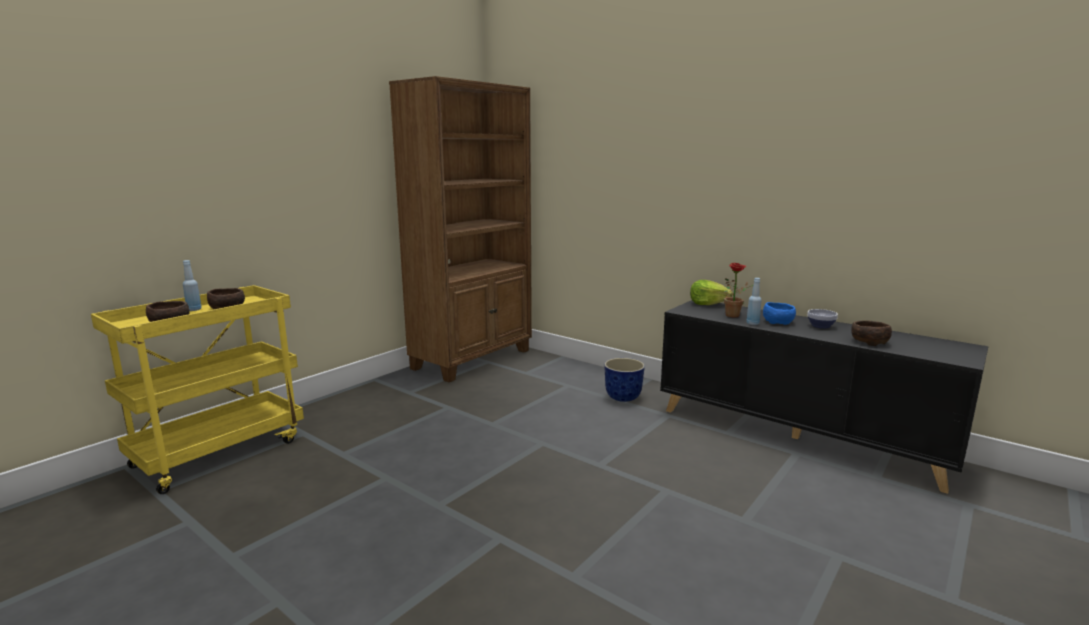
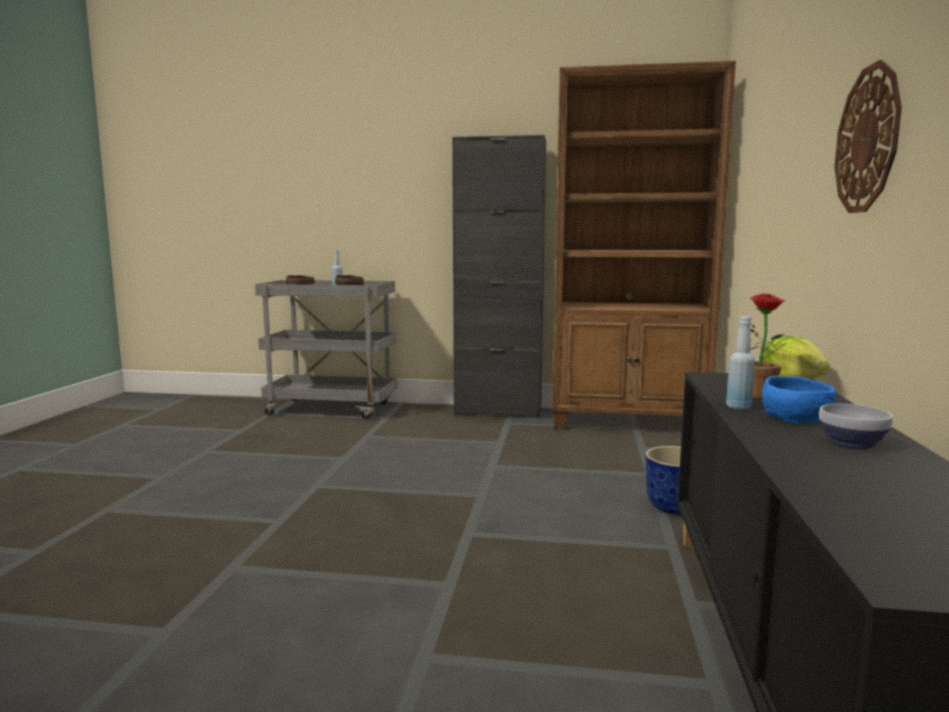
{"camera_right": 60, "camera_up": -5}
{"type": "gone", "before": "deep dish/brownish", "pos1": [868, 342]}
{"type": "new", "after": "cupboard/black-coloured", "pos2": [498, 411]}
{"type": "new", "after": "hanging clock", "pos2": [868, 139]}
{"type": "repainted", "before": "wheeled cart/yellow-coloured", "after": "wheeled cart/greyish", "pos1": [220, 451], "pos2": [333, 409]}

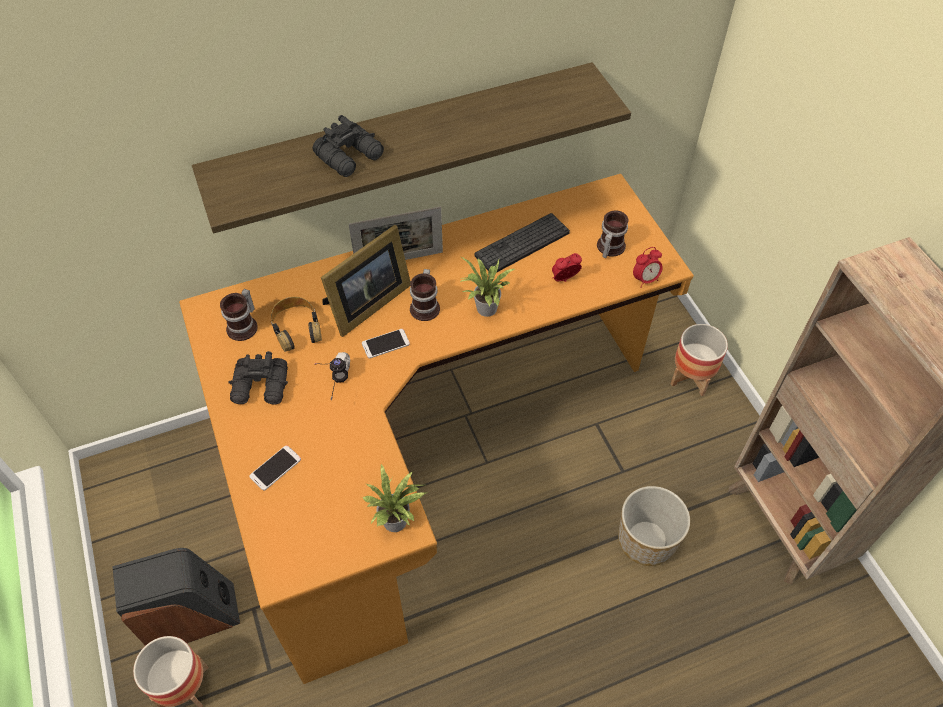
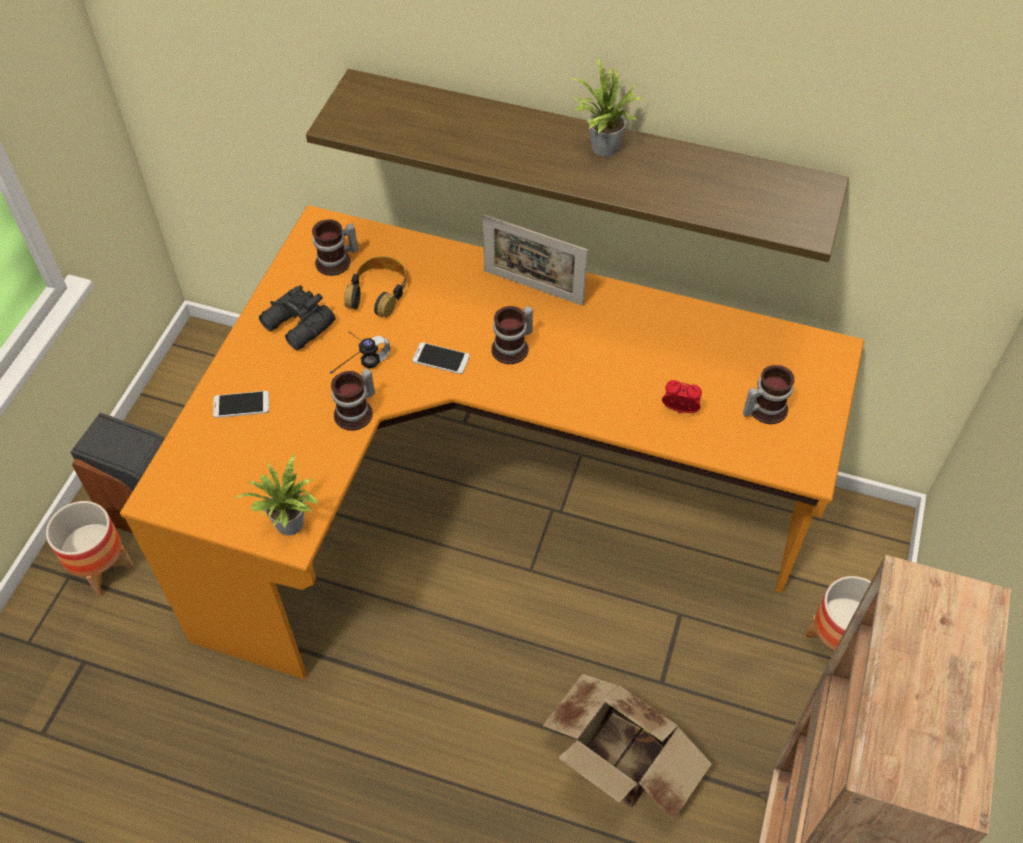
{"camera_right": 40, "camera_up": 0}
{"type": "gone", "before": "field glasses/black-coloured", "pos1": [351, 156]}
{"type": "gone", "before": "picture frame", "pos1": [366, 305]}
{"type": "gone", "before": "computer keyboard", "pos1": [522, 244]}
{"type": "gone", "before": "bedside clock", "pos1": [645, 280]}
{"type": "new", "after": "coffee mug", "pos2": [357, 413]}
{"type": "shifted", "before": "houseplant", "pos1": [485, 310], "pos2": [601, 148]}
{"type": "swapped", "before": "plant pot", "after": "cardboard box", "pos1": [646, 539], "pos2": [619, 768]}

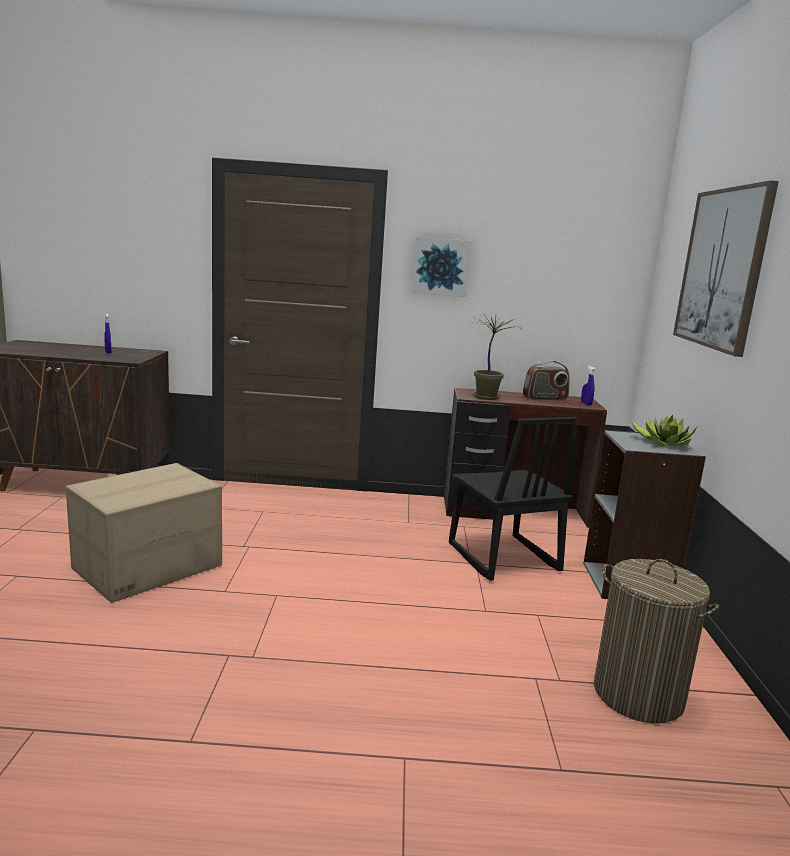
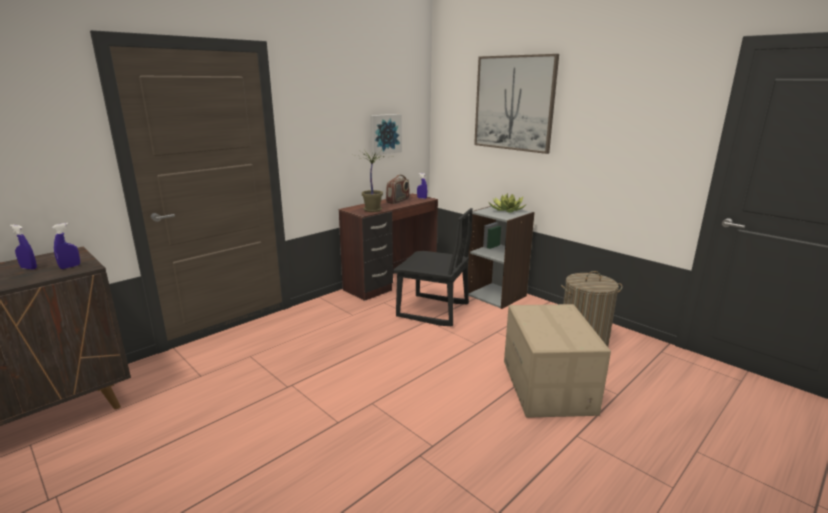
{"camera_right": -45, "camera_up": 5}
{"type": "new", "after": "hand sprayer/blue", "pos2": [70, 267]}
{"type": "shifted", "before": "cardboard box", "pos1": [148, 568], "pos2": [548, 387]}
{"type": "shifted", "before": "wall picture", "pos1": [440, 267], "pos2": [384, 134]}

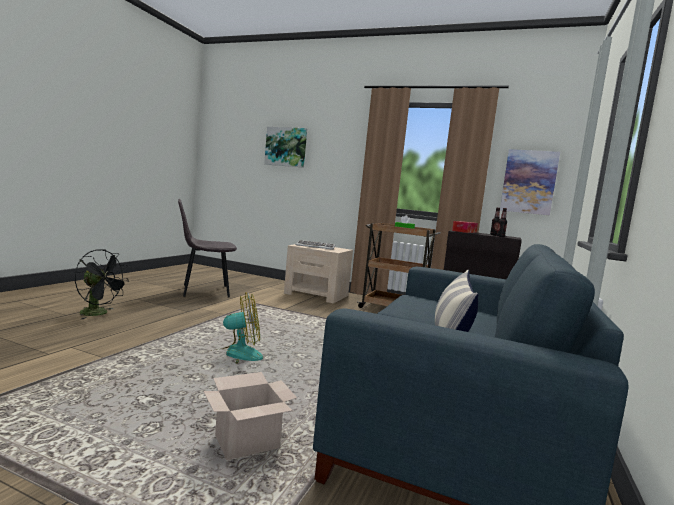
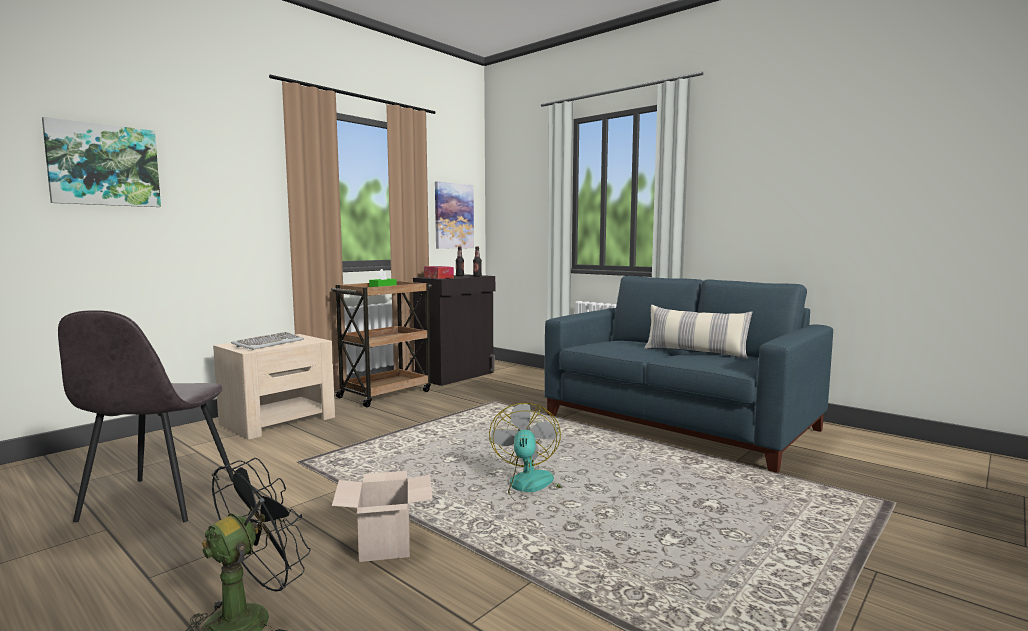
{"camera_right": -70, "camera_up": 0}
{"type": "shifted", "before": "cardboard box", "pos1": [245, 444], "pos2": [386, 544]}

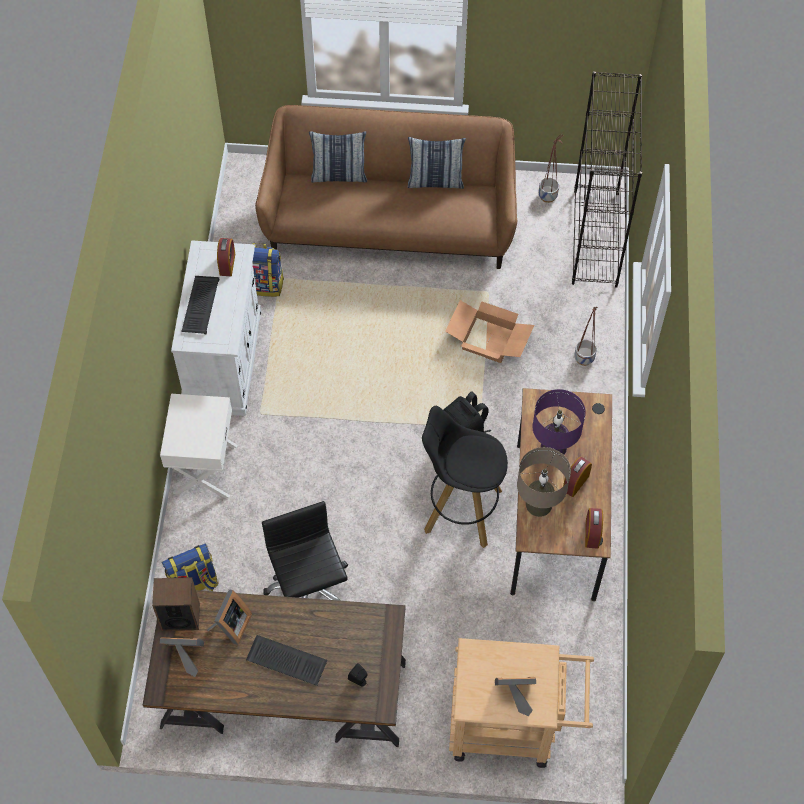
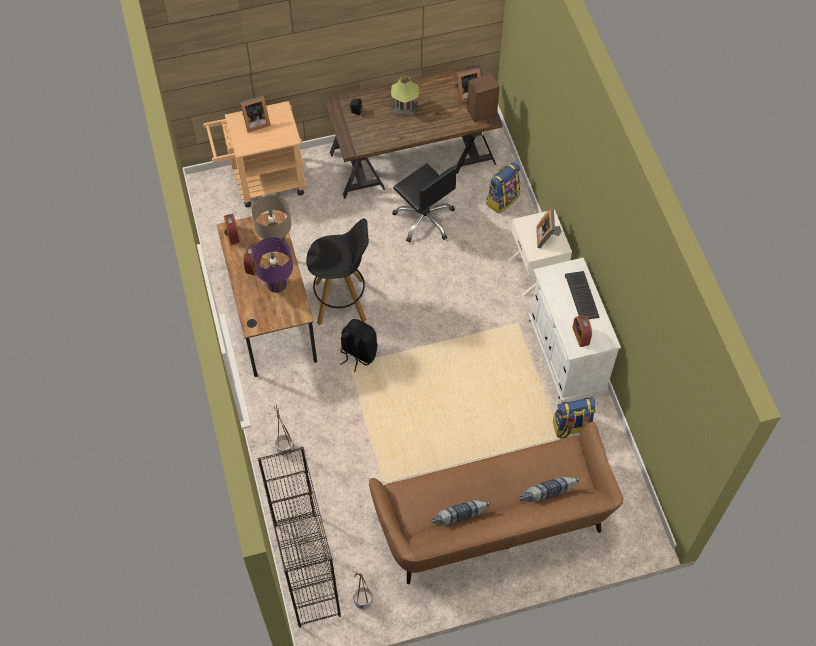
{"camera_right": 160, "camera_up": 0}
{"type": "gone", "before": "cardboard box", "pos1": [489, 340]}
{"type": "shifted", "before": "picture frame", "pos1": [231, 626], "pos2": [547, 237]}
{"type": "swapped", "before": "computer keyboard", "after": "lamp for a table", "pos1": [285, 661], "pos2": [405, 108]}

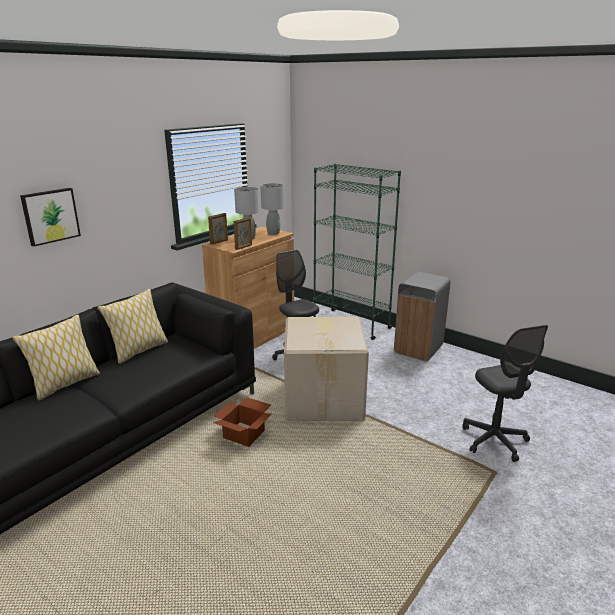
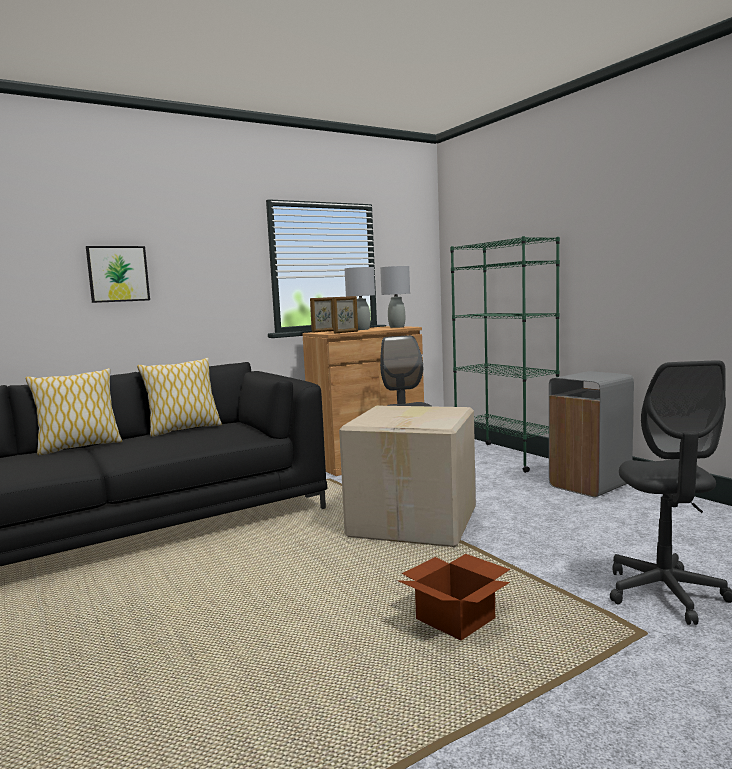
{"camera_right": 20, "camera_up": -15}
{"type": "shifted", "before": "cardboard box", "pos1": [245, 434], "pos2": [457, 619]}

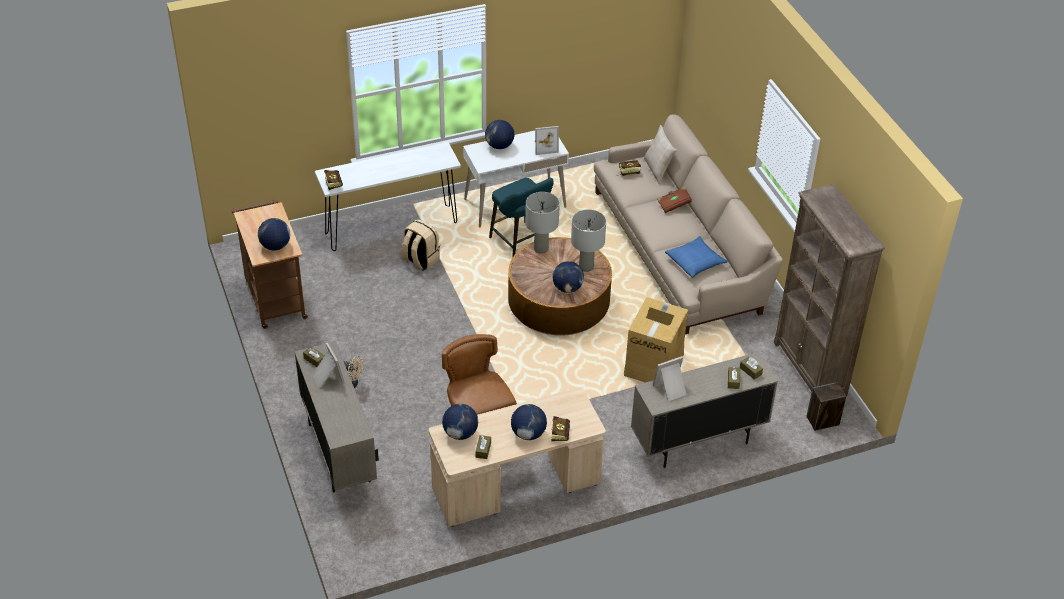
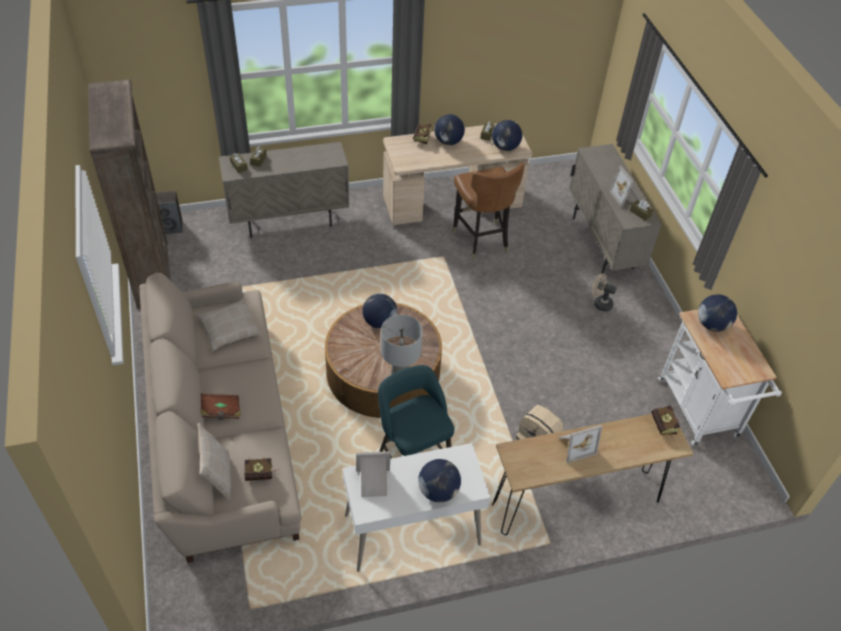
{"camera_right": -175, "camera_up": 5}
{"type": "gone", "before": "lamp for a table/greyish", "pos1": [586, 267]}
{"type": "gone", "before": "cardboard box", "pos1": [654, 364]}
{"type": "shifted", "before": "picture frame", "pos1": [671, 390], "pos2": [575, 445]}
{"type": "repainted", "before": "wheeled cart/brownish", "after": "wheeled cart/white", "pos1": [274, 296], "pos2": [700, 412]}
{"type": "repainted", "before": "narrow table/white", "after": "narrow table/brownish", "pos1": [391, 228], "pos2": [576, 502]}
{"type": "repainted", "before": "pillow/blue", "after": "pillow/beige-coloured", "pos1": [695, 262], "pos2": [229, 329]}

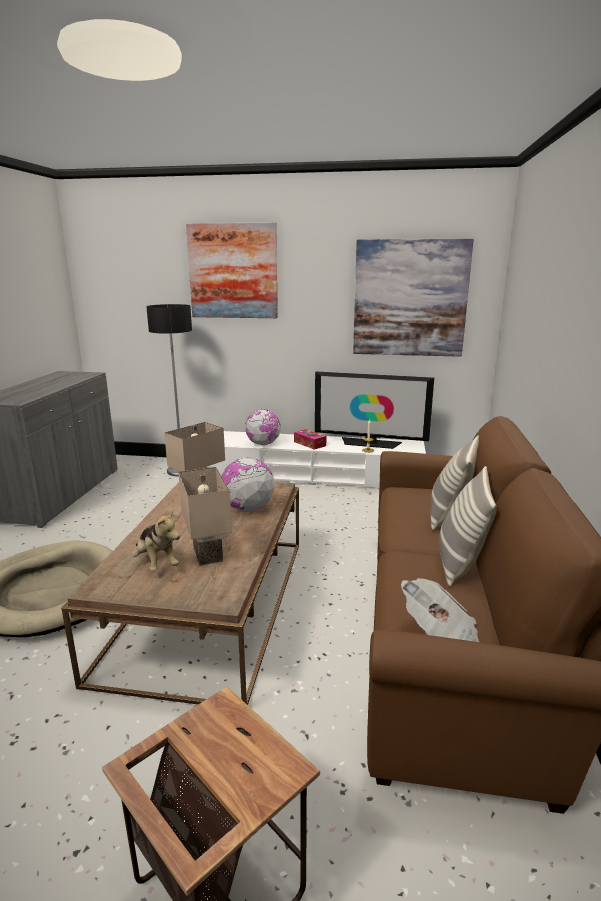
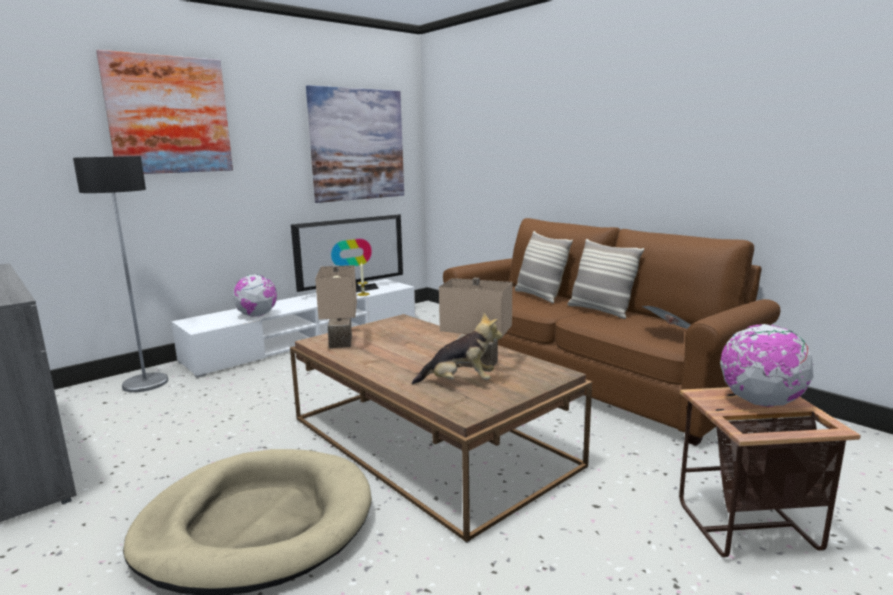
{"camera_right": -50, "camera_up": -5}
{"type": "gone", "before": "tissue holder", "pos1": [310, 444]}
{"type": "shifted", "before": "world globe", "pos1": [247, 509], "pos2": [760, 402]}

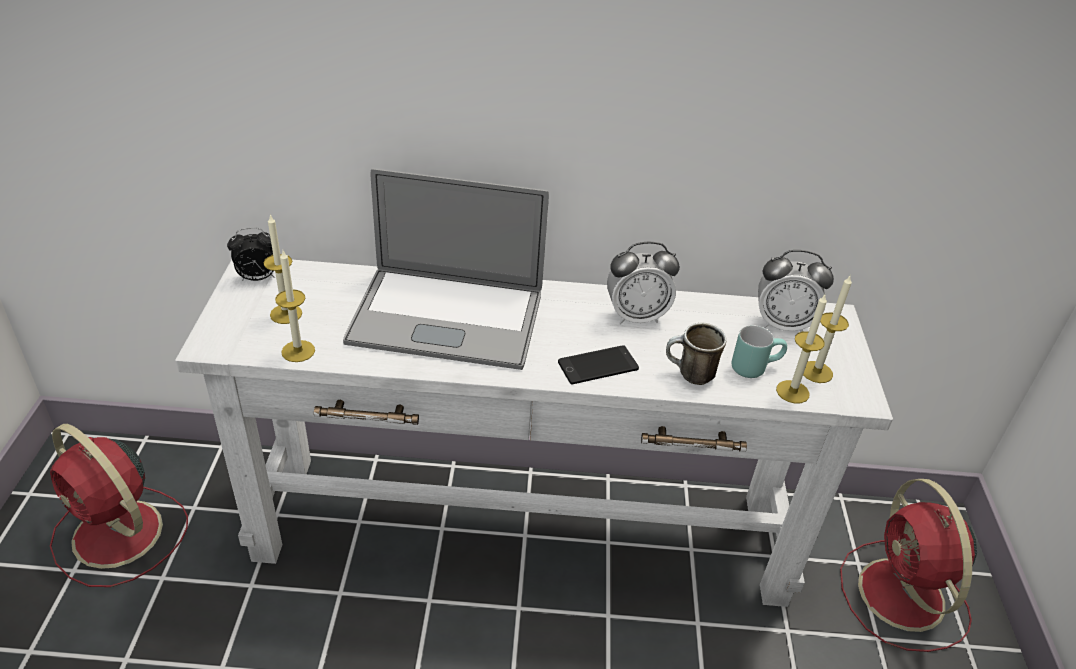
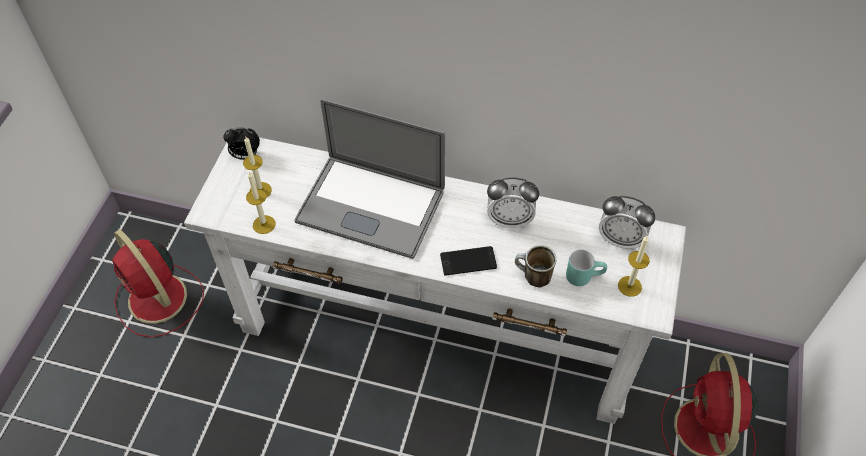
{"camera_right": 15, "camera_up": 15}
{"type": "gone", "before": "wax candle", "pos1": [792, 392]}

